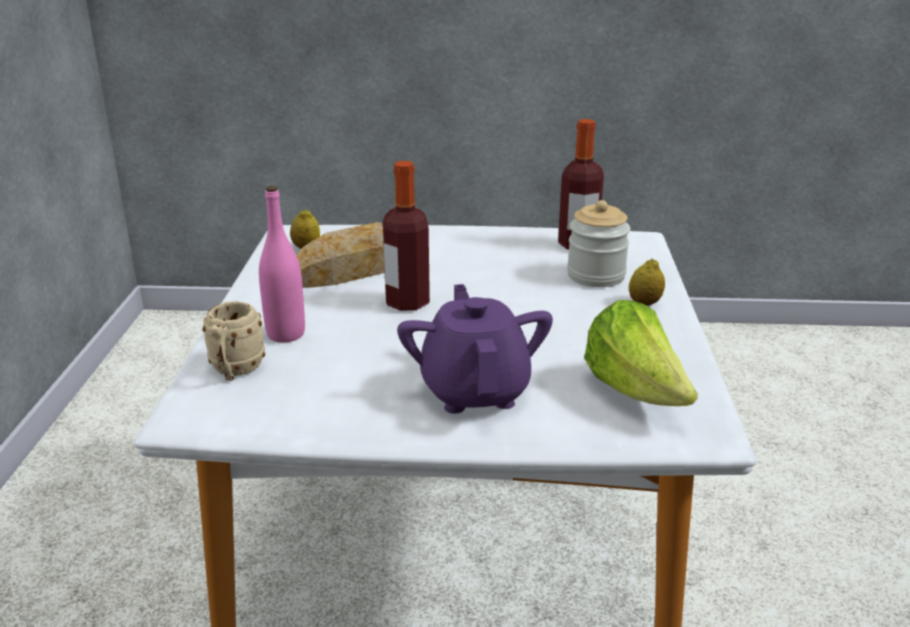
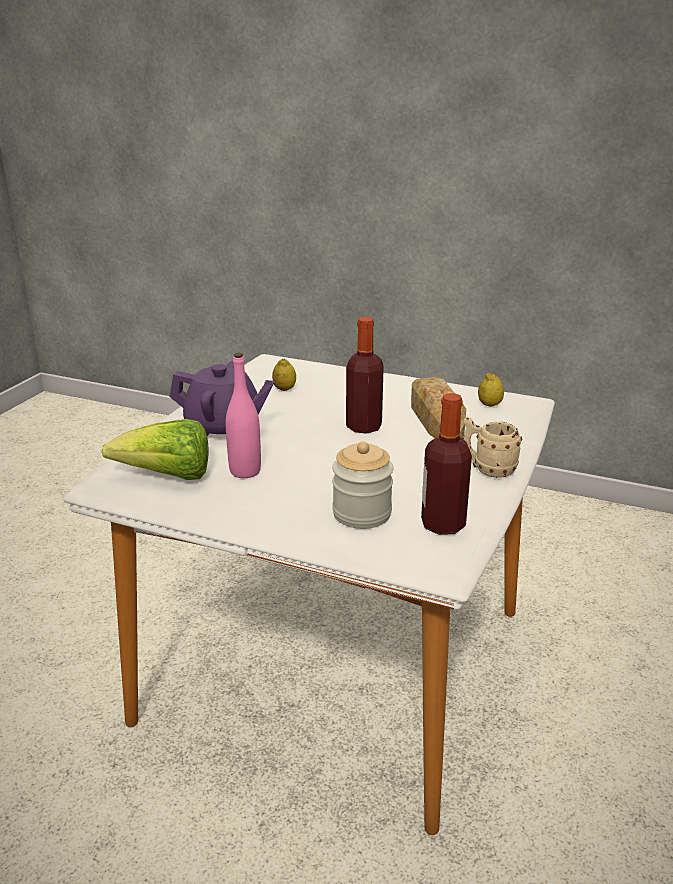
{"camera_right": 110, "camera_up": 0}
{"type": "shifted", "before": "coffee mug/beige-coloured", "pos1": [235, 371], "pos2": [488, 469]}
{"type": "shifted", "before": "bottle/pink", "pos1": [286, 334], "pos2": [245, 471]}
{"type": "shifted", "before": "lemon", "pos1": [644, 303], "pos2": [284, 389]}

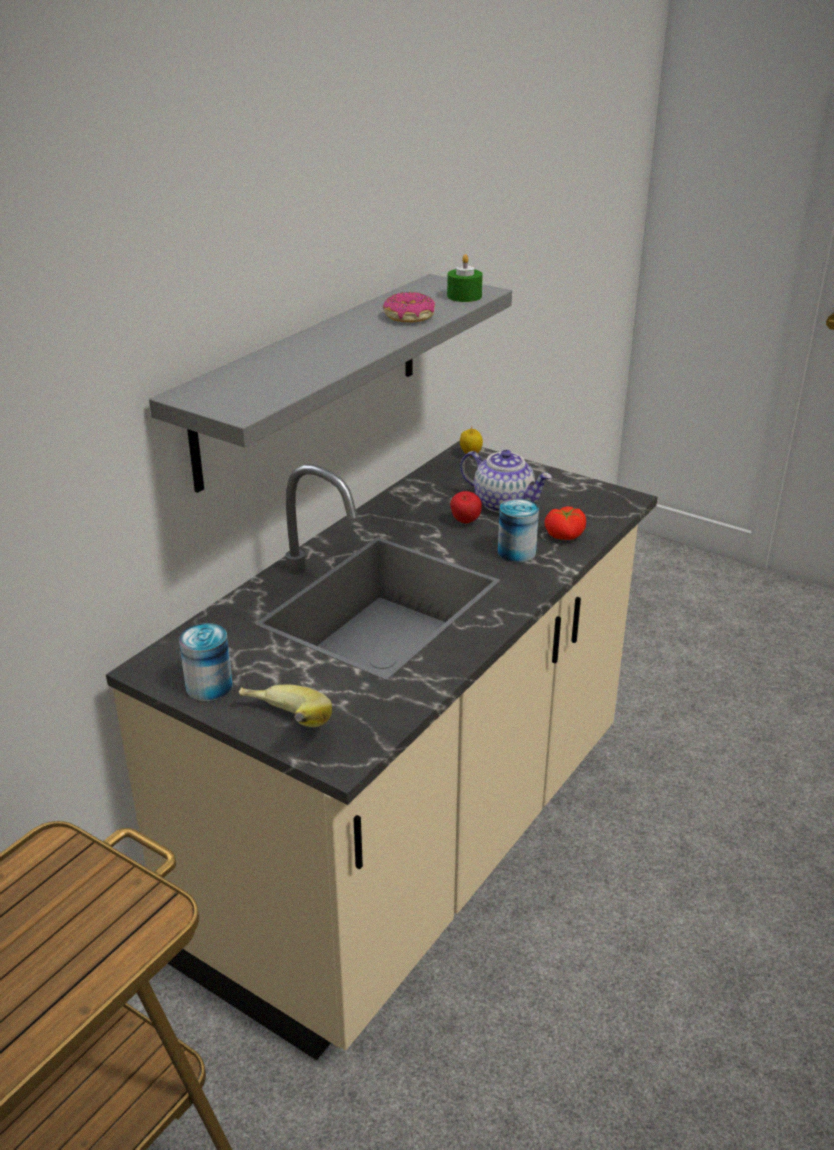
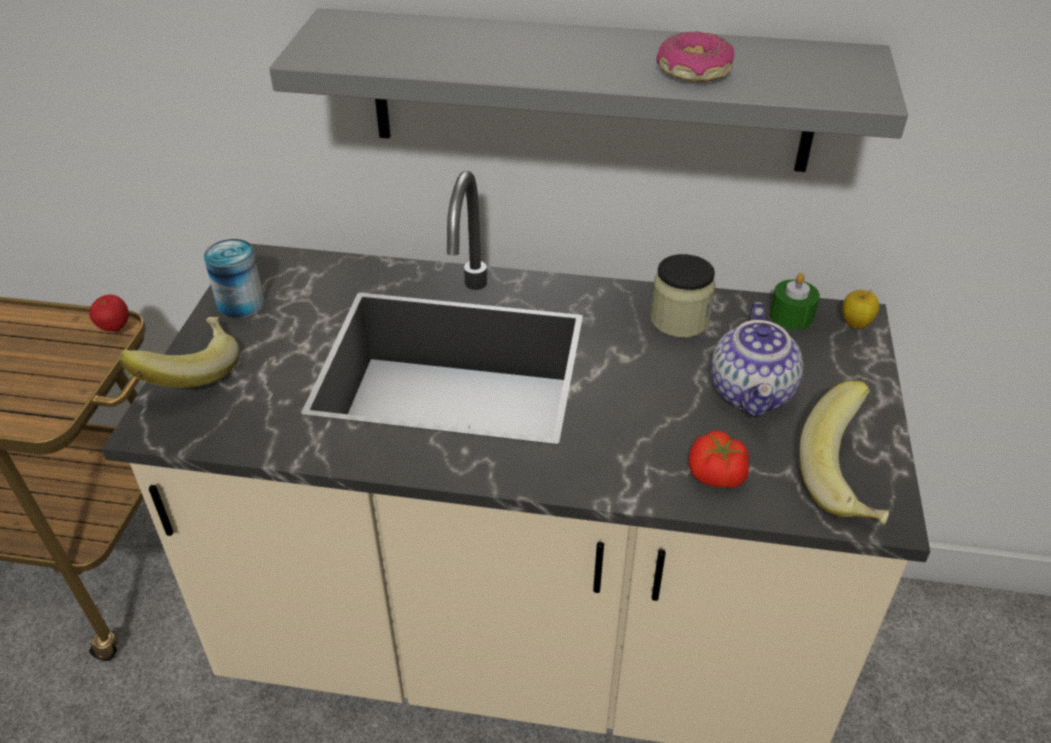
{"camera_right": 65, "camera_up": 10}
{"type": "gone", "before": "can", "pos1": [516, 552]}
{"type": "new", "after": "storage jar", "pos2": [679, 320]}
{"type": "new", "after": "banana", "pos2": [848, 480]}
{"type": "shifted", "before": "wax candle/green-coloured", "pos1": [464, 296], "pos2": [791, 315]}
{"type": "shifted", "before": "whole apple", "pos1": [465, 522], "pos2": [114, 328]}

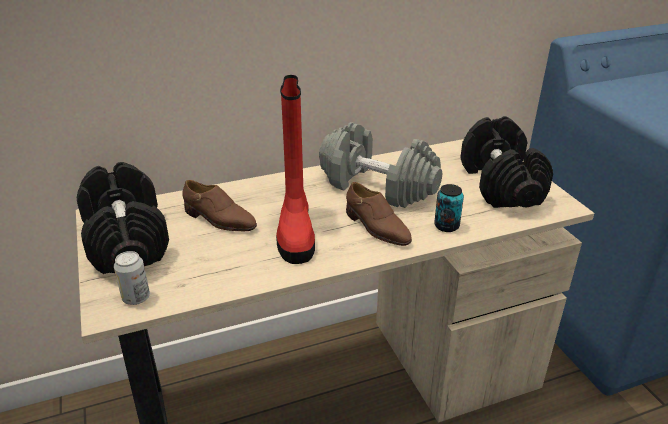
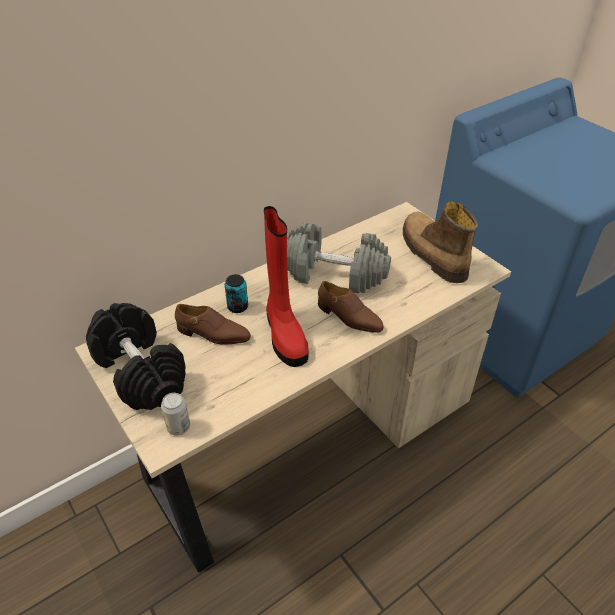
{"camera_right": -15, "camera_up": 10}
{"type": "shifted", "before": "can", "pos1": [446, 226], "pos2": [237, 307]}
{"type": "swapped", "before": "dumbbell/black-coloured", "after": "boot", "pos1": [500, 184], "pos2": [432, 254]}

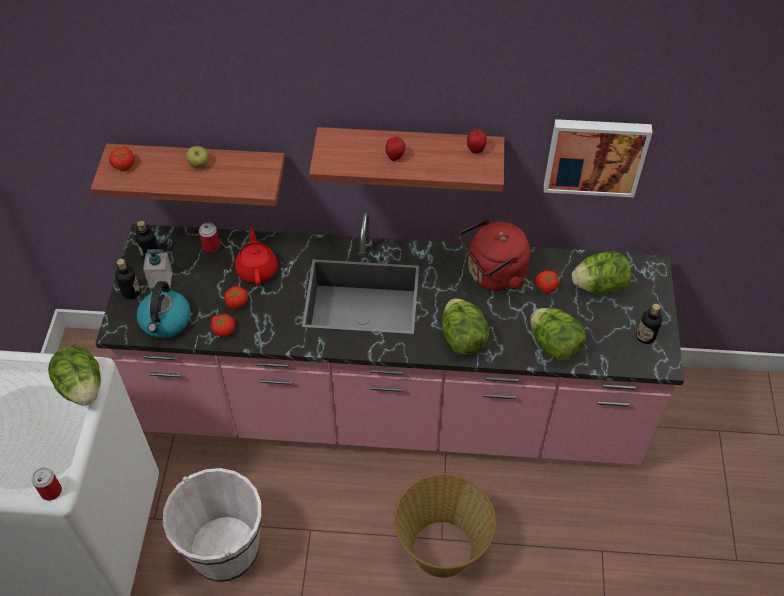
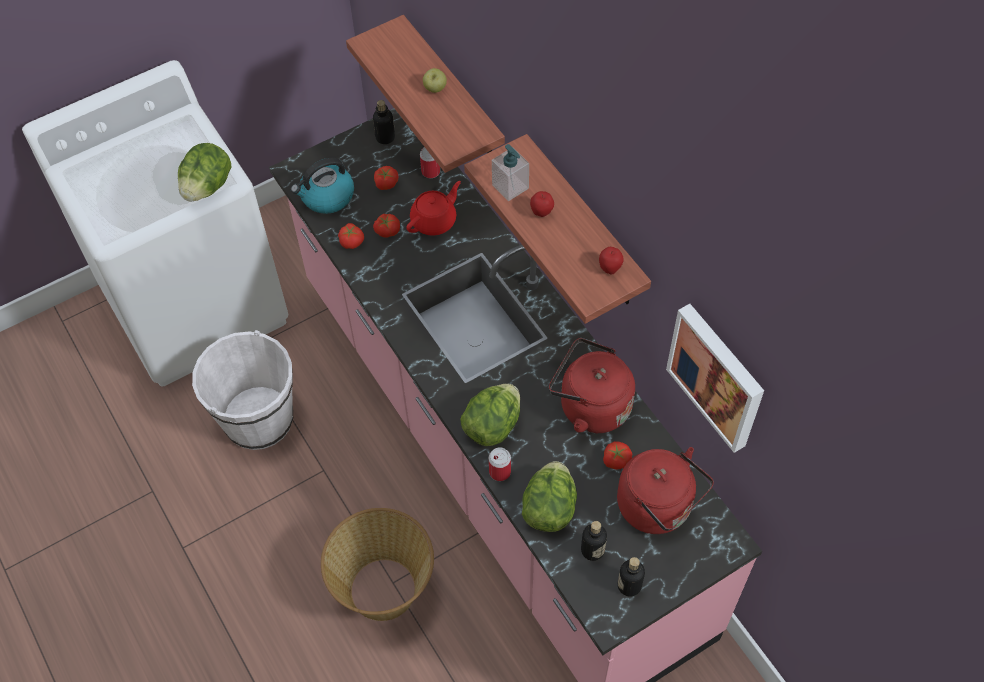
{"camera_right": 55, "camera_up": 5}
{"type": "shifted", "before": "can", "pos1": [51, 491], "pos2": [500, 472]}
{"type": "shifted", "before": "whole tomato", "pos1": [123, 165], "pos2": [386, 183]}
{"type": "shifted", "before": "bottle", "pos1": [131, 292], "pos2": [592, 550]}
{"type": "shifted", "before": "liquid soap bottle", "pos1": [161, 280], "pos2": [510, 187]}
{"type": "swapped", "before": "lettuce head", "after": "kettle/red", "pos1": [599, 286], "pos2": [658, 507]}

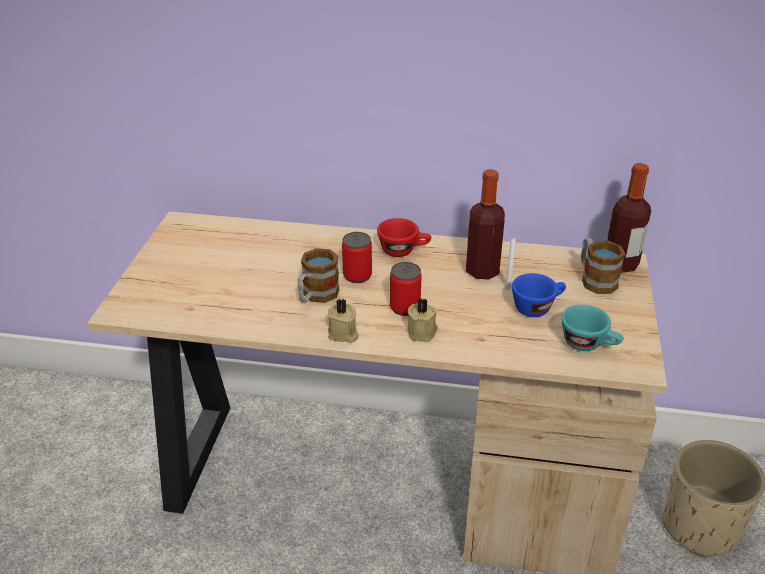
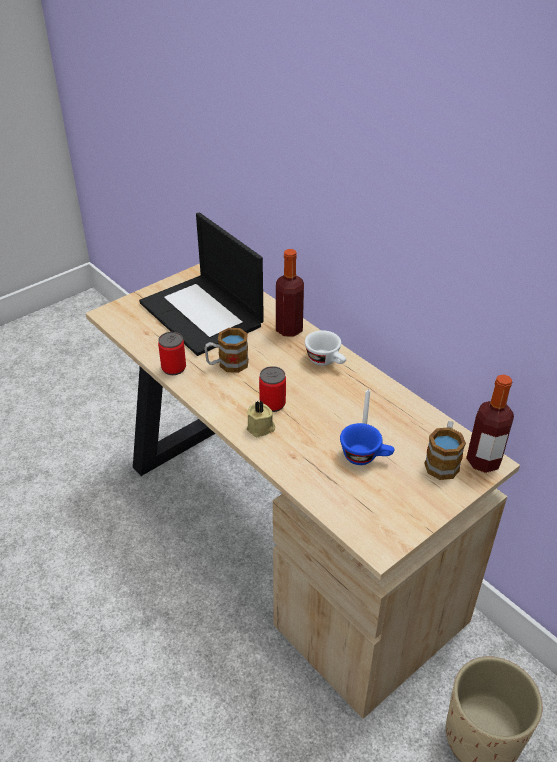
{"camera_right": 40, "camera_up": 5}
{"type": "gone", "before": "wax candle/beige-coloured", "pos1": [343, 334]}
{"type": "gone", "before": "drinking cup/turquoise-coloured", "pos1": [589, 344]}
{"type": "new", "after": "notebook computer", "pos2": [203, 314]}
{"type": "shifted", "before": "can", "pos1": [357, 275], "pos2": [174, 368]}
{"type": "shifted", "before": "bottle", "pos1": [482, 271], "pos2": [289, 329]}
{"type": "repainted", "before": "drinking cup/red", "after": "drinking cup/white", "pos1": [403, 250], "pos2": [326, 361]}

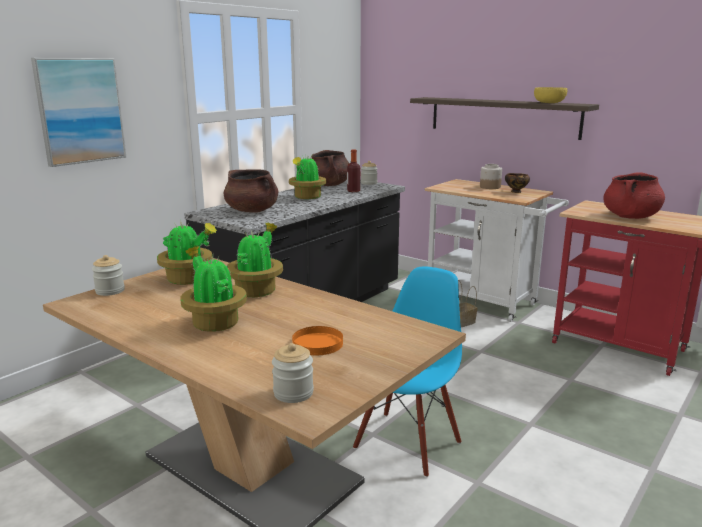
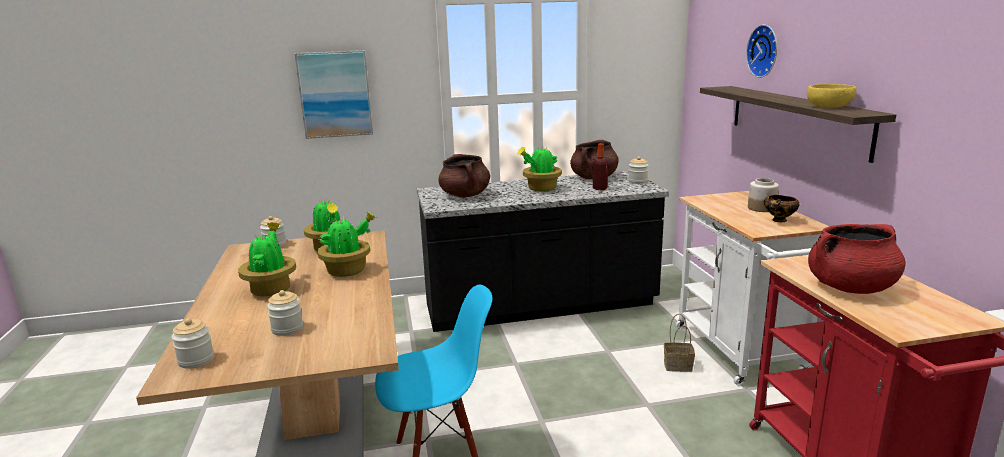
{"camera_right": 40, "camera_up": 0}
{"type": "new", "after": "hanging clock", "pos2": [765, 51]}
{"type": "swapped", "before": "plate/orangey", "after": "storage jar", "pos1": [317, 343], "pos2": [287, 329]}

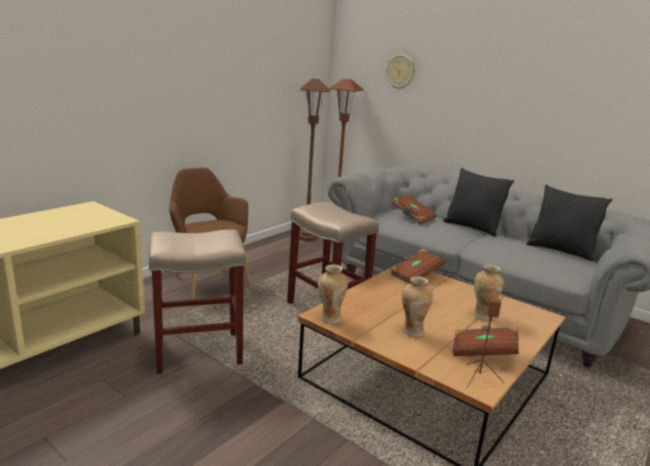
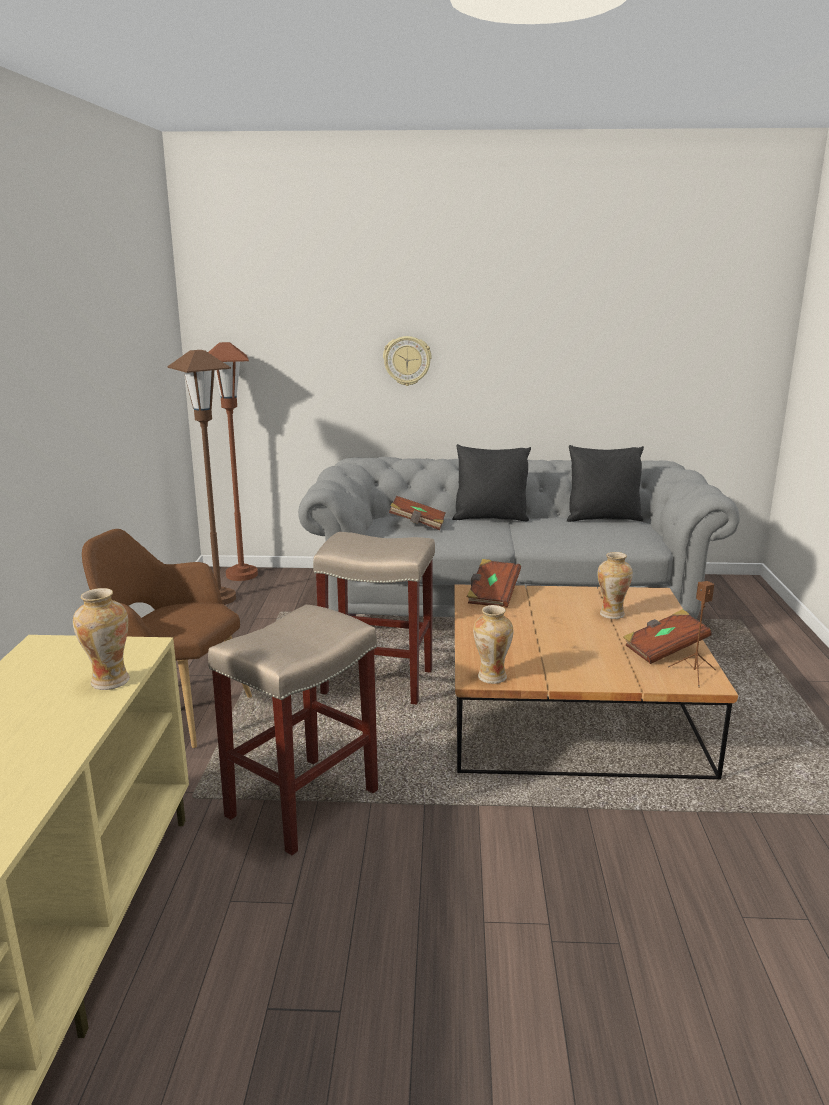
{"camera_right": -35, "camera_up": 0}
{"type": "shifted", "before": "hanging clock", "pos1": [400, 72], "pos2": [407, 360]}
{"type": "shifted", "before": "flower vase", "pos1": [412, 331], "pos2": [109, 681]}

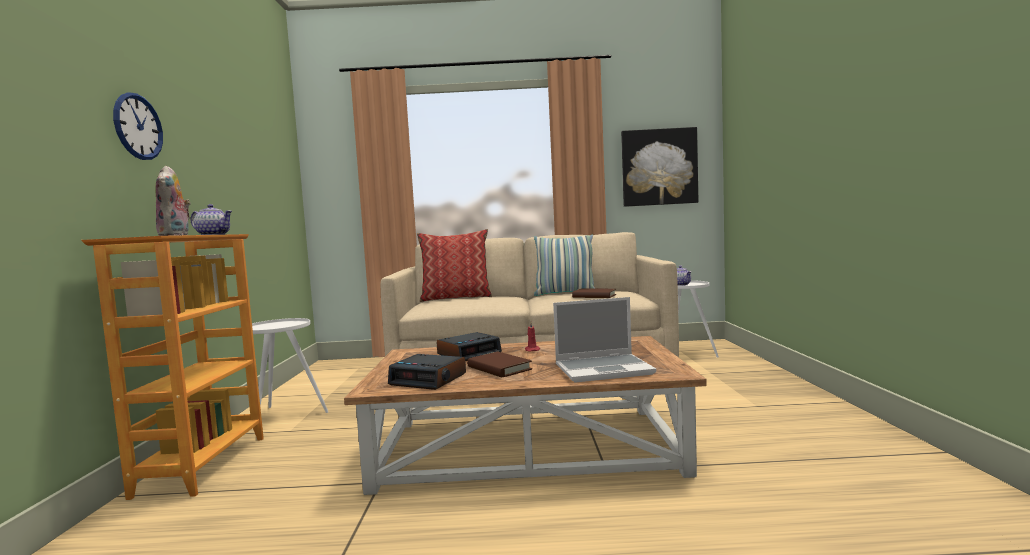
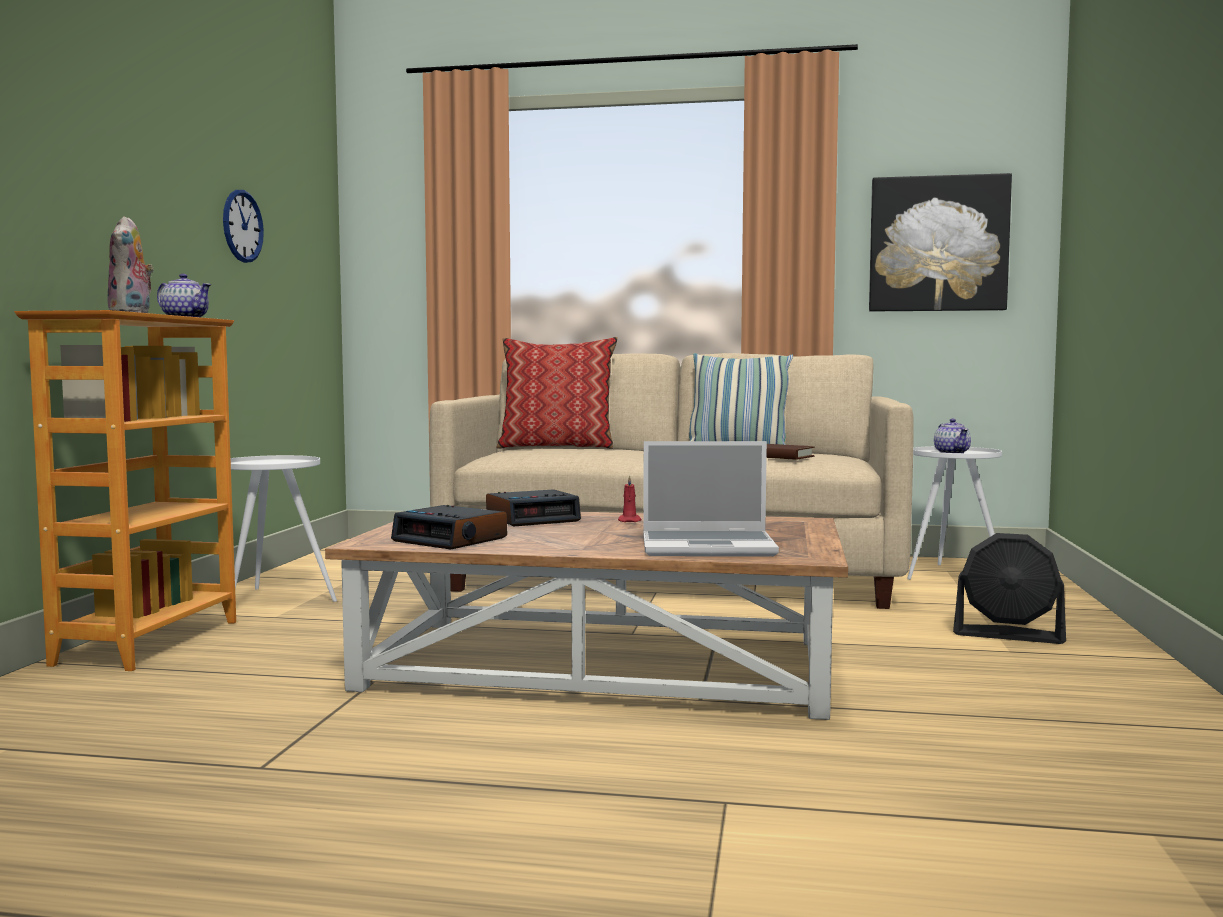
{"camera_right": 10, "camera_up": 0}
{"type": "gone", "before": "bound book/brownish", "pos1": [499, 368]}
{"type": "new", "after": "cooling fan/black-coloured", "pos2": [1008, 635]}
{"type": "shifted", "before": "hanging clock", "pos1": [138, 127], "pos2": [242, 226]}

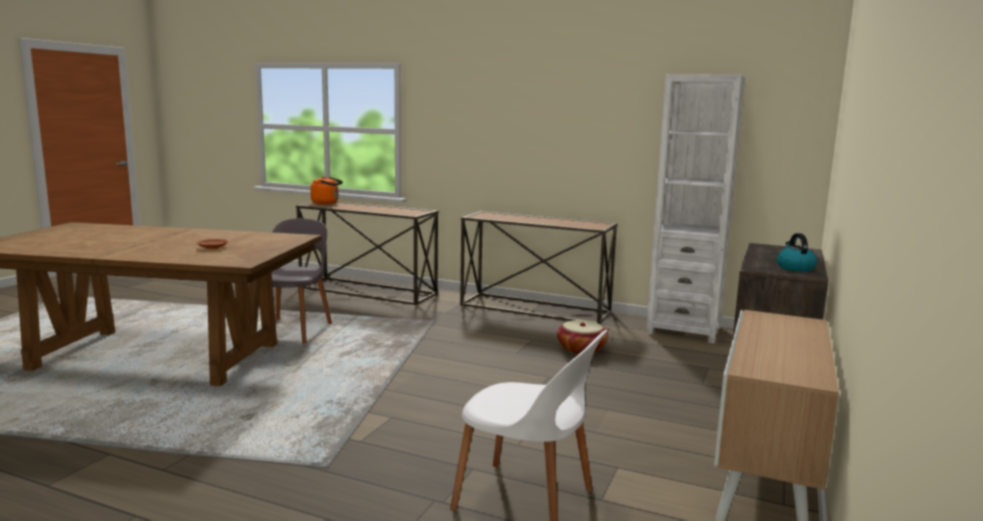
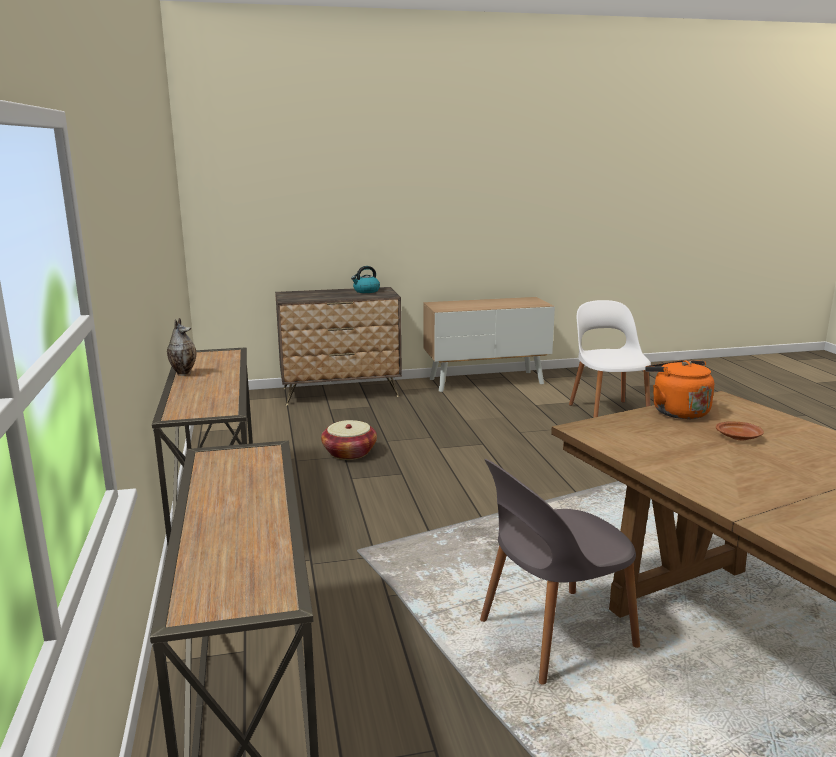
{"camera_right": -125, "camera_up": 5}
{"type": "gone", "before": "bookcase/white", "pos1": [683, 330]}
{"type": "new", "after": "flower vase", "pos2": [183, 373]}
{"type": "shifted", "before": "kettle/orangey", "pos1": [327, 203], "pos2": [677, 411]}

